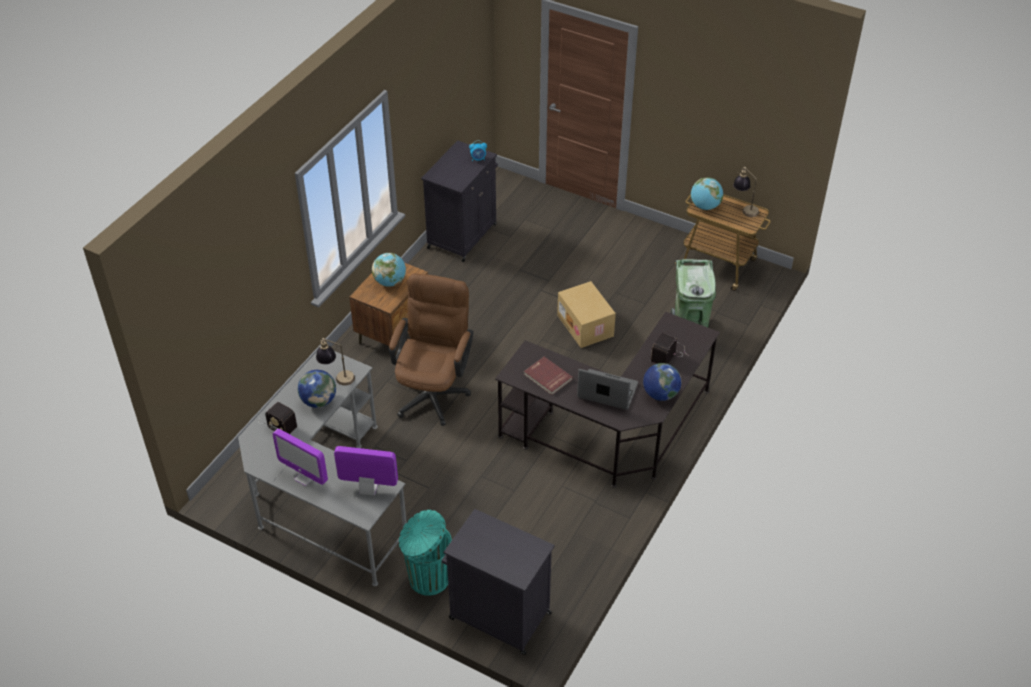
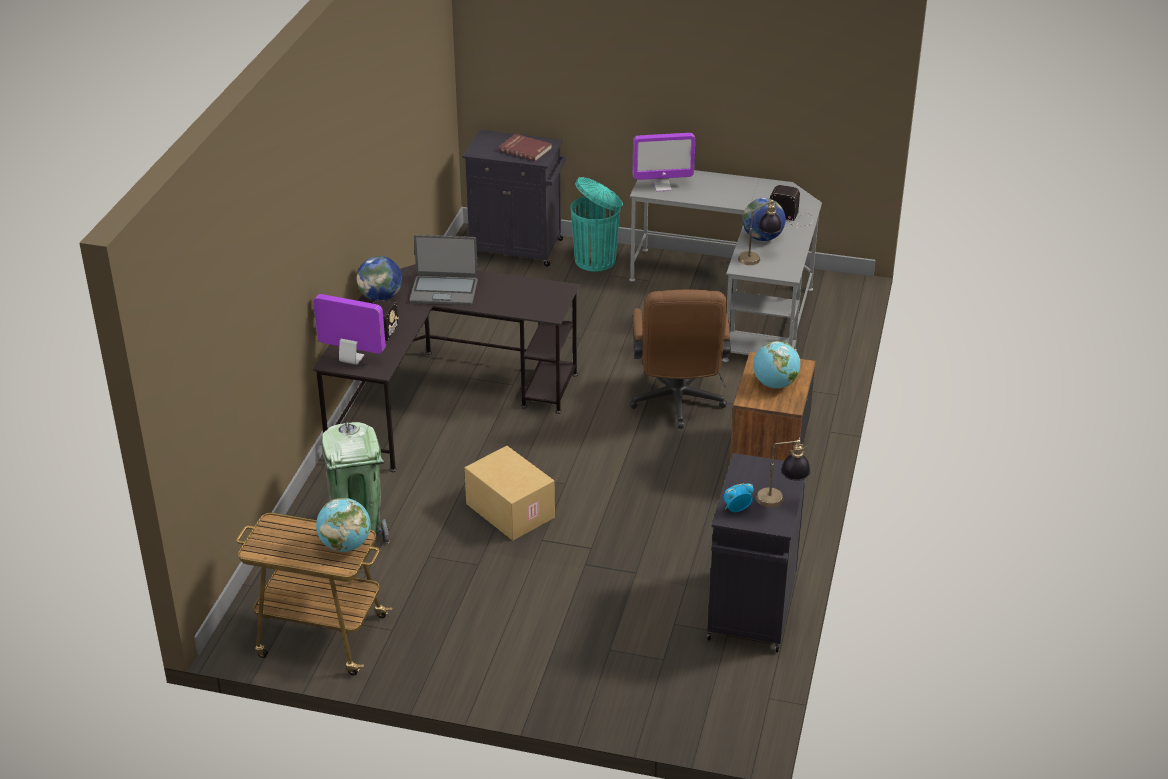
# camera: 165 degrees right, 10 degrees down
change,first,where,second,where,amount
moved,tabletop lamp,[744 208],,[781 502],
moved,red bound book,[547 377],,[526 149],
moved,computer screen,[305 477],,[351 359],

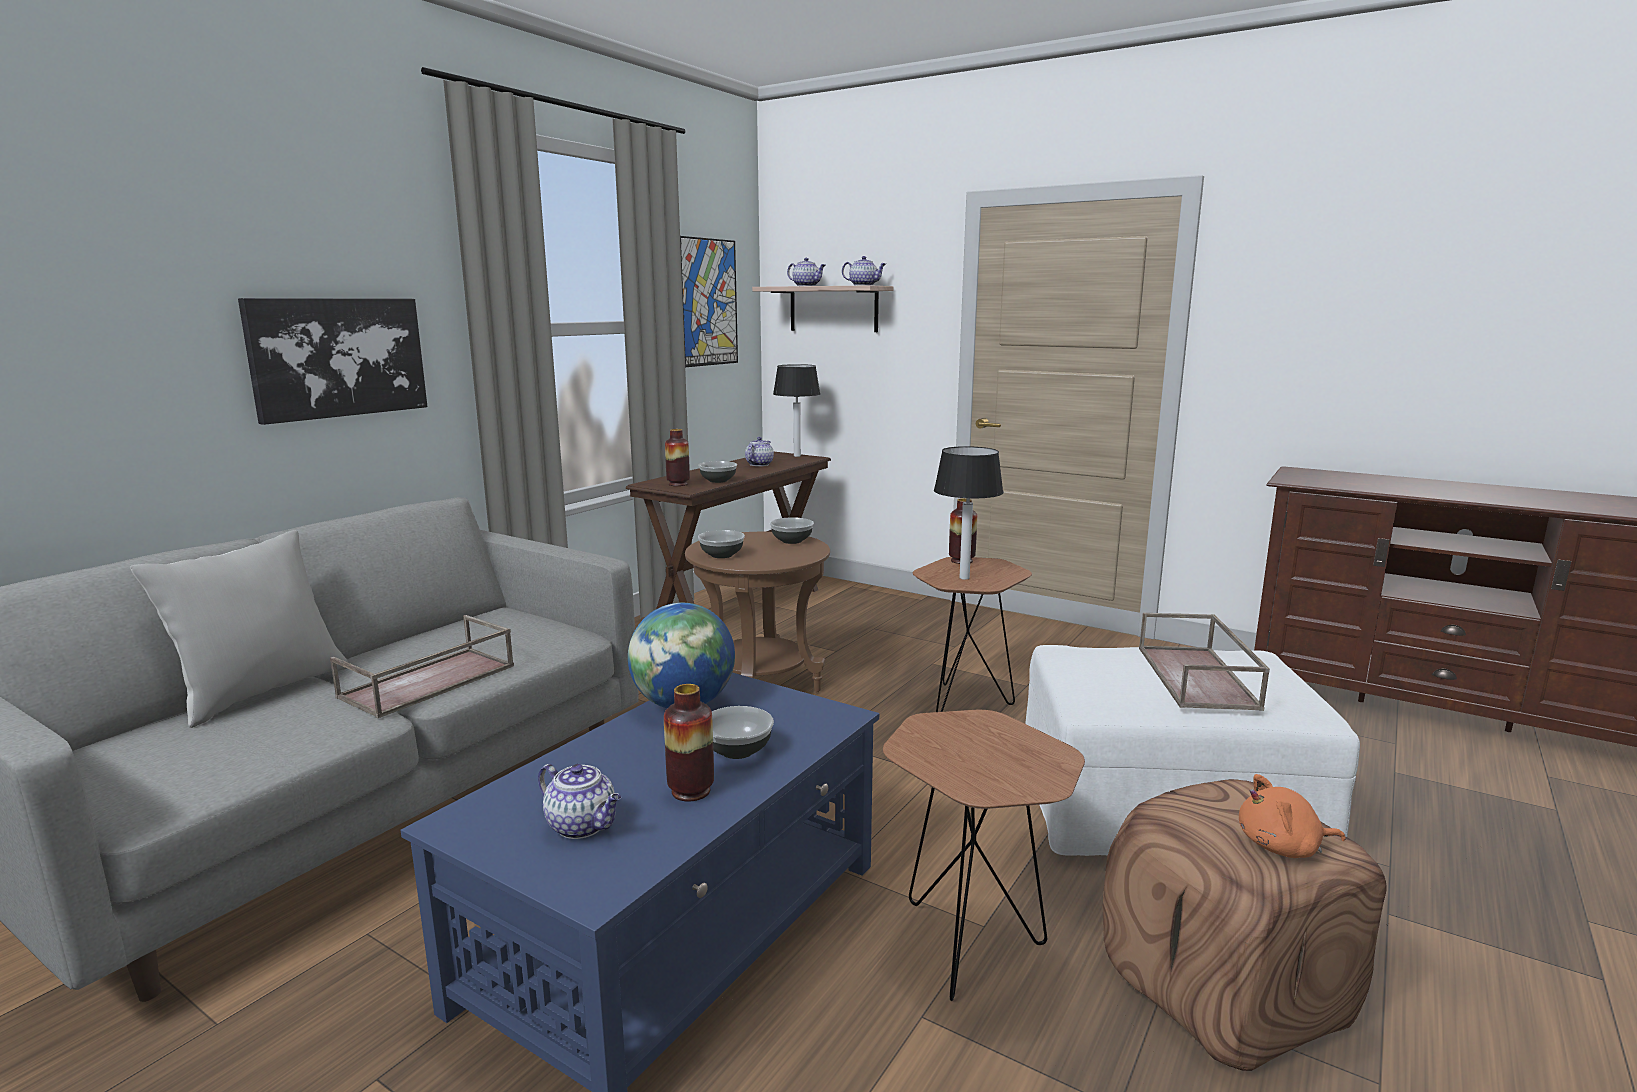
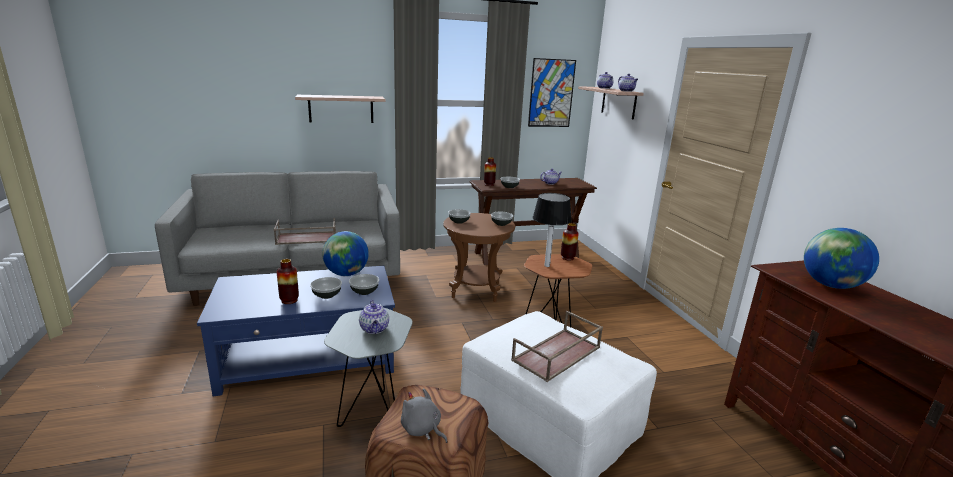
# camera: 40 degrees right, 5 degrees up
change,first,where,second,where,amount
replaced,wall art,[338 357],wall shelf,[341 109],
removed,tabletop lamp,[797 456],,,
removed,grey pillow,[261 692],,,
recoloured,brown end table,[971 950],grey end table,[373 418],
moved,pot for tea,[583 826],,[374 329],
recoloured,orangey plush toy,[1283 847],grey plush toy,[422 429],
added,,,world globe,[830 285],
added,,,bowl,[364 291],

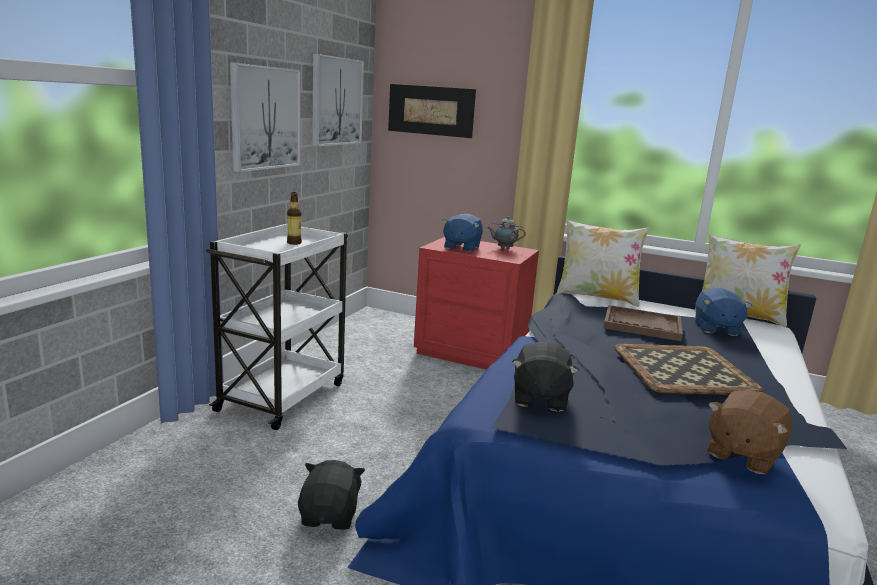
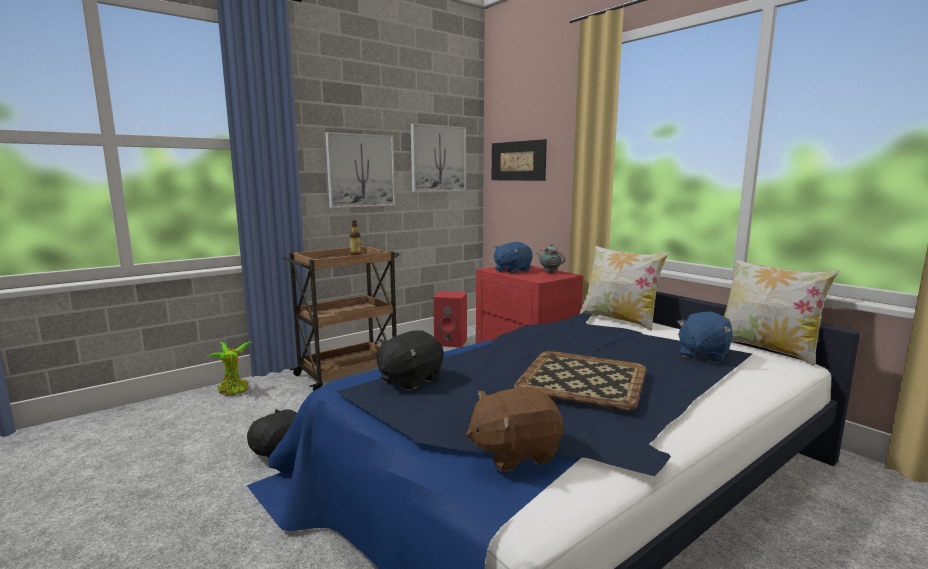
# camera: 30 degrees right, 5 degrees down
change,first,where,second,where,amount
recoloured,whitish wheeled cart,[283 395],brown wheeled cart,[348 373],
removed,brown serving tray,[641 325],,,
added,,,red speaker,[451 342],
added,,,houseplant,[234 391],

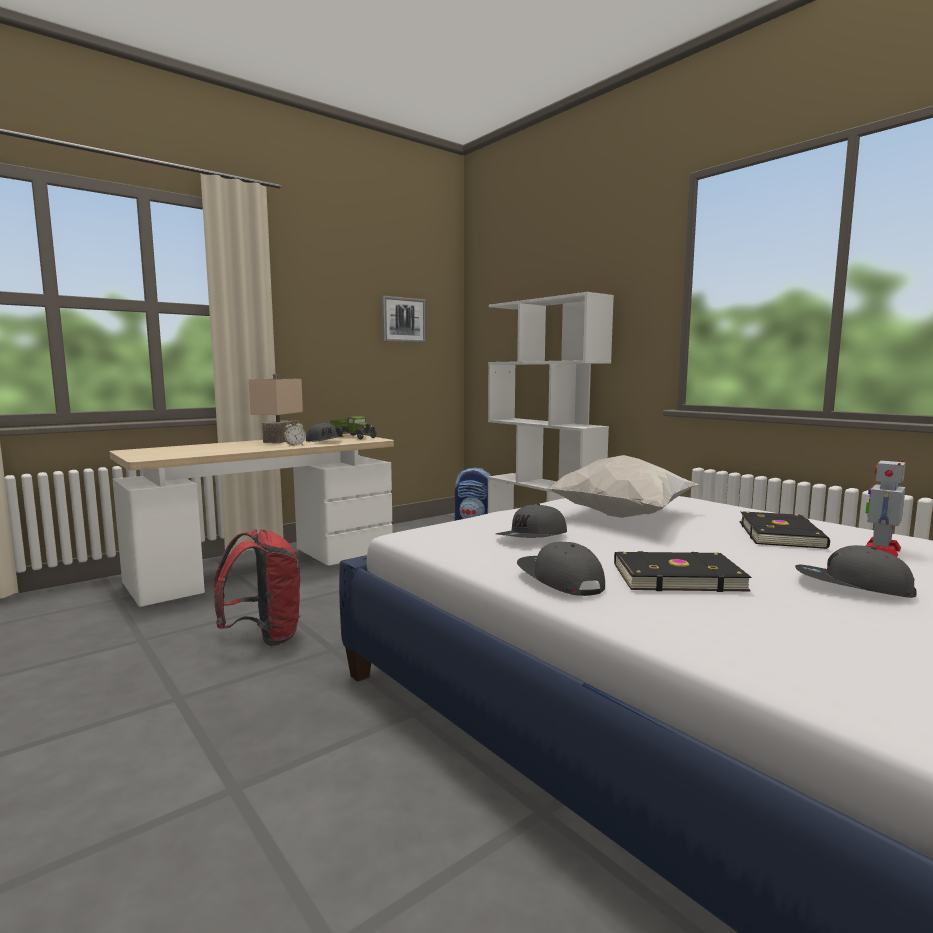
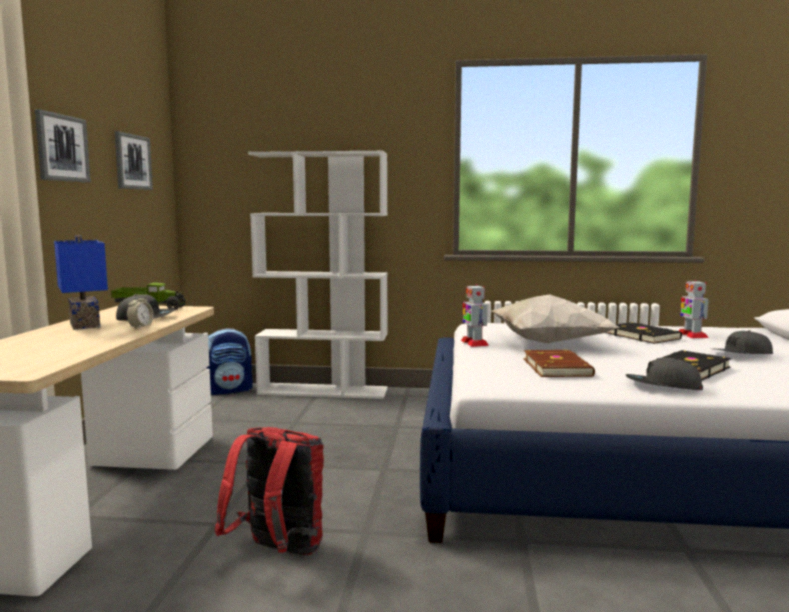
# camera: 45 degrees left, 0 degrees up
change,first,where,second,where,amount
recoloured,beige tabletop lamp,[277 441],blue-coloured tabletop lamp,[82 325],
replaced,grey peaked cap,[532 537],brown bound book,[558 367],
added,,,wall art,[62 148],
added,,,robot figure,[474 343],

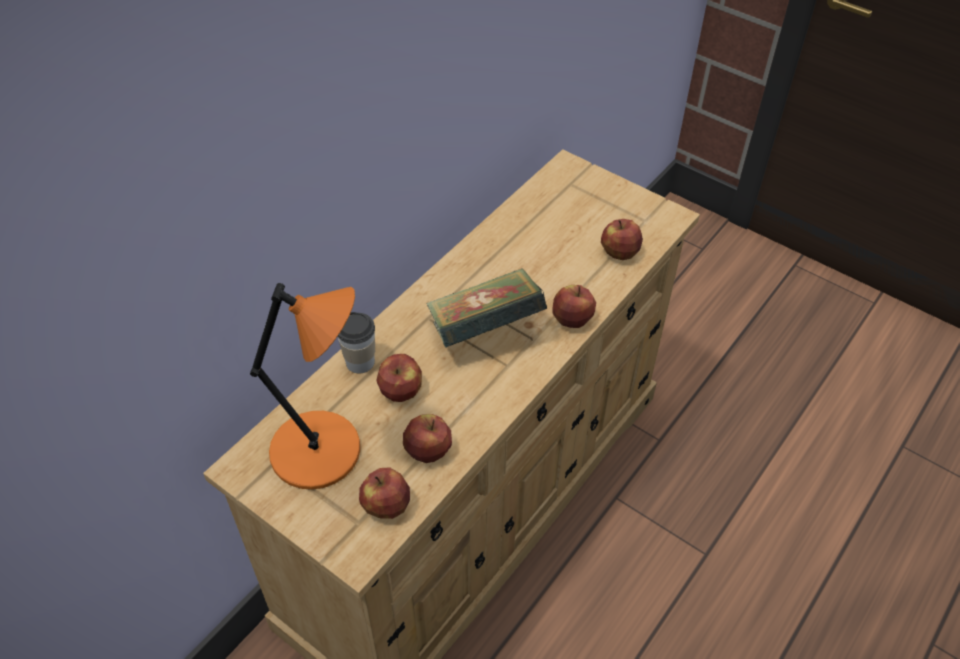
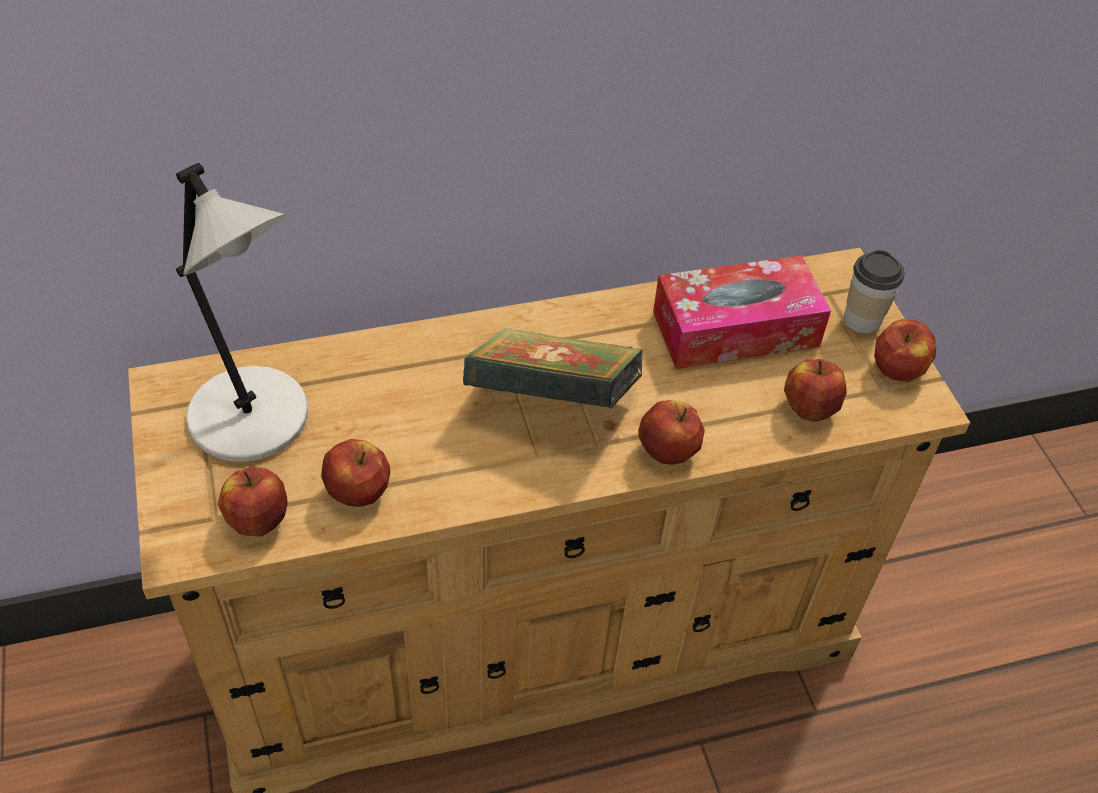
# camera: 35 degrees right, 0 degrees up
change,first,where,second,where,amount
recoloured,orangey tabletop lamp,[321 451],grey tabletop lamp,[253 420],
moved,drinking cup,[360 362],,[862 320],
moved,apple fruit,[401 390],,[898 369],
added,,,box of tissues,[735 329],

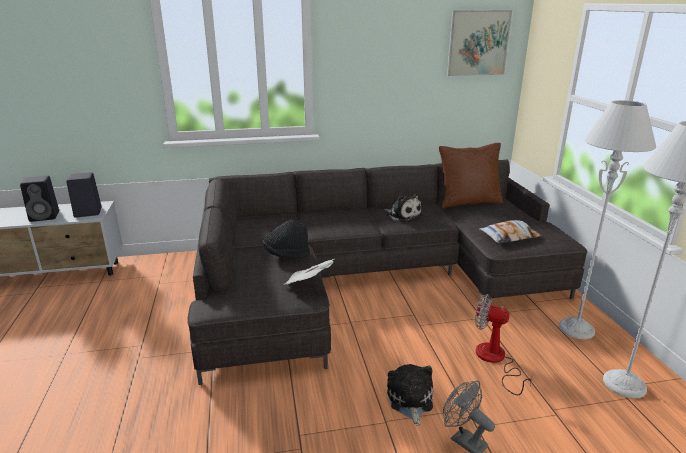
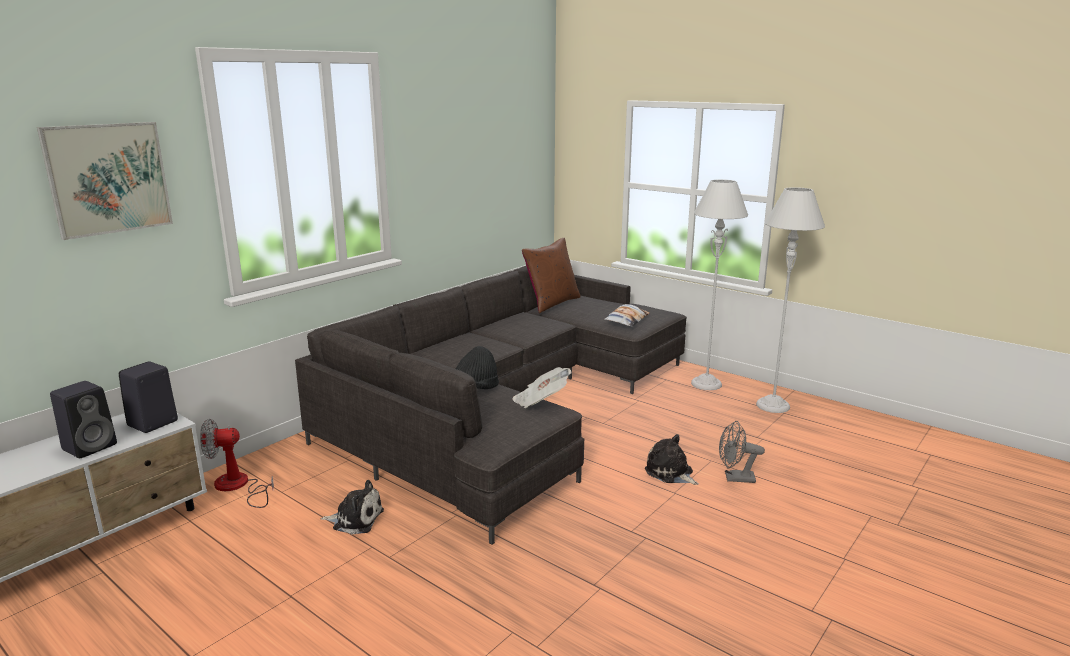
# camera: 40 degrees left, 5 degrees down
change,first,where,second,where,amount
moved,wall art,[478 43],,[108 178],
moved,plush toy,[402 215],,[355 519],
moved,electric fan,[495 360],,[238 487],

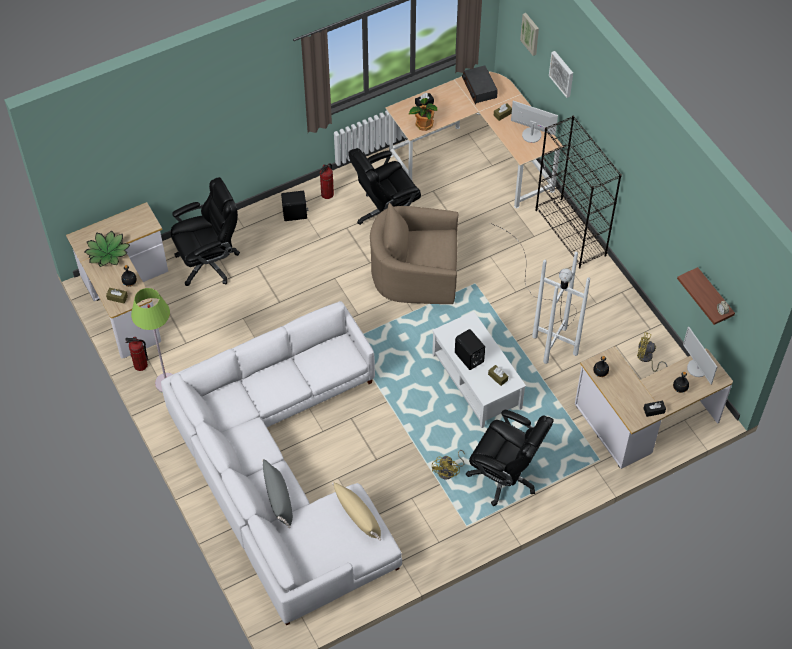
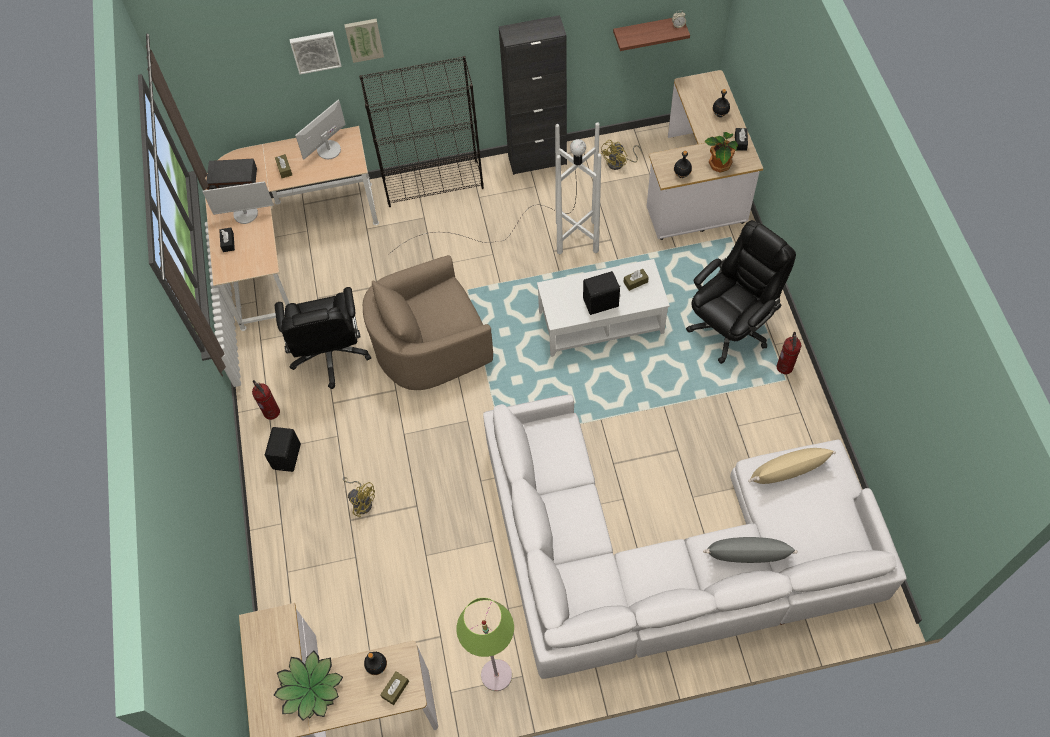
# camera: 70 degrees left, 5 degrees up
change,first,where,second,where,amount
moved,wall art,[530 33],,[364 39],
moved,houseplant,[423 124],,[719 165],
removed,black-coloured computer chair,[209 262],,,
turned,beige easy chair,[415 273],,[430 345],45 degrees clockwise
moved,computer screen,[697 368],,[246 214],
moved,fire extinguisher,[140 365],,[785 367],
moved,yellow-coloured electric fan,[449 471],,[362 501],
added,,,black-coloured cabinet,[537 160],

